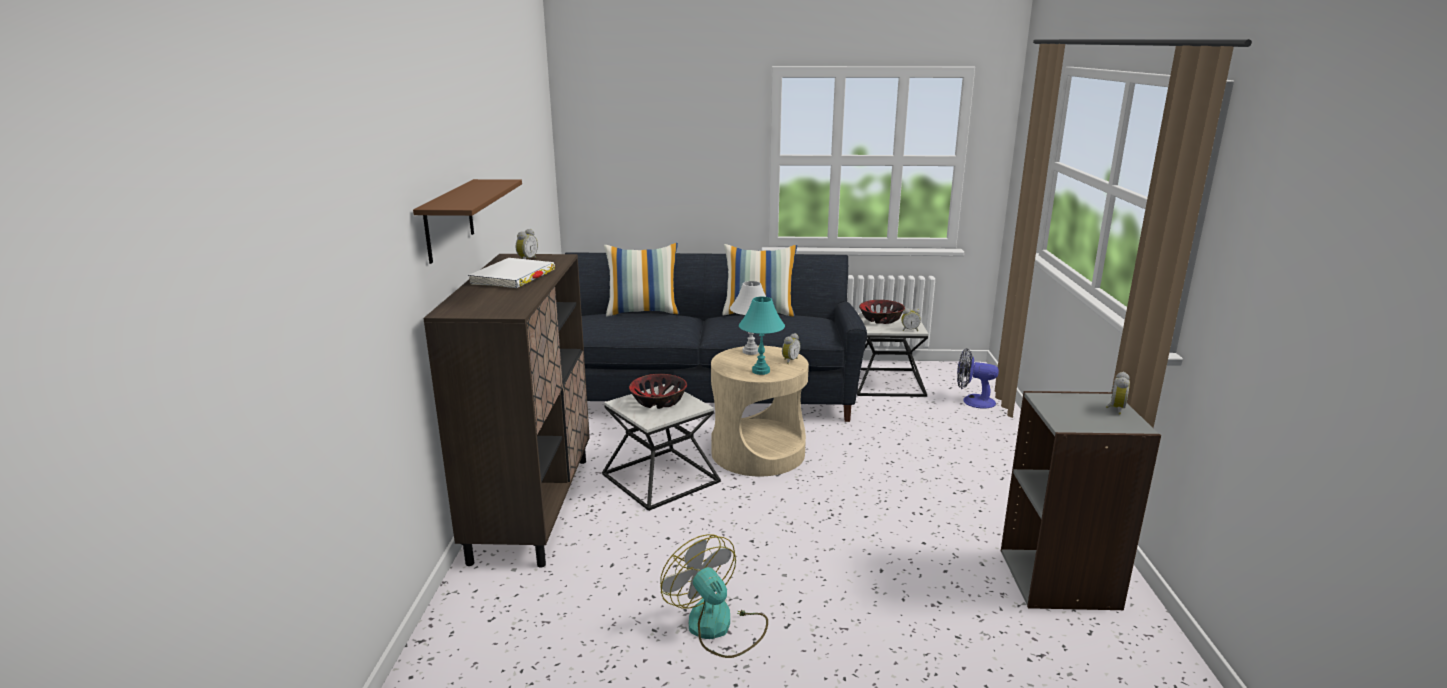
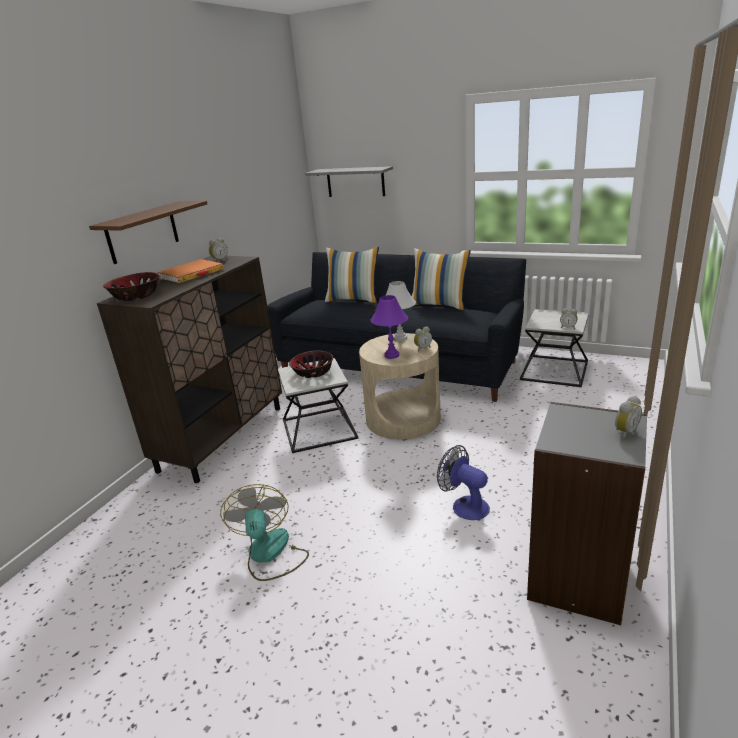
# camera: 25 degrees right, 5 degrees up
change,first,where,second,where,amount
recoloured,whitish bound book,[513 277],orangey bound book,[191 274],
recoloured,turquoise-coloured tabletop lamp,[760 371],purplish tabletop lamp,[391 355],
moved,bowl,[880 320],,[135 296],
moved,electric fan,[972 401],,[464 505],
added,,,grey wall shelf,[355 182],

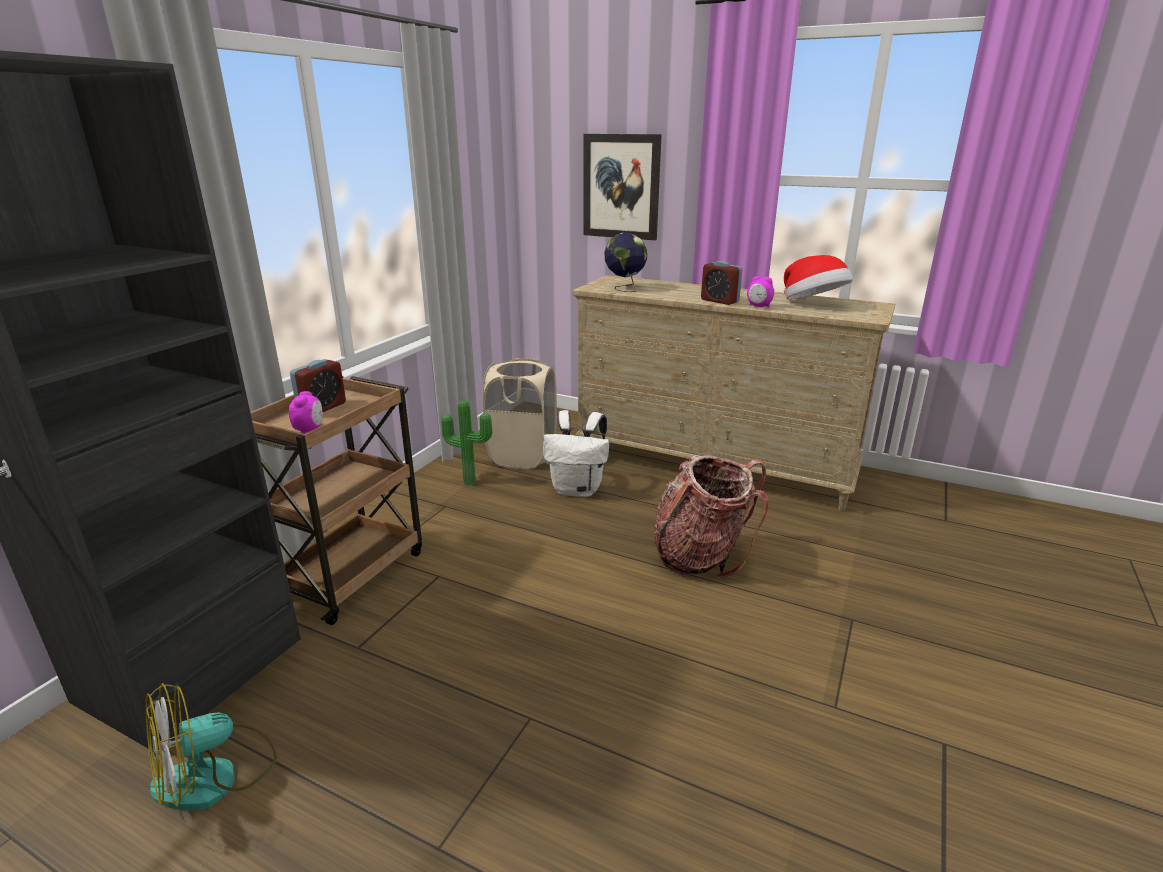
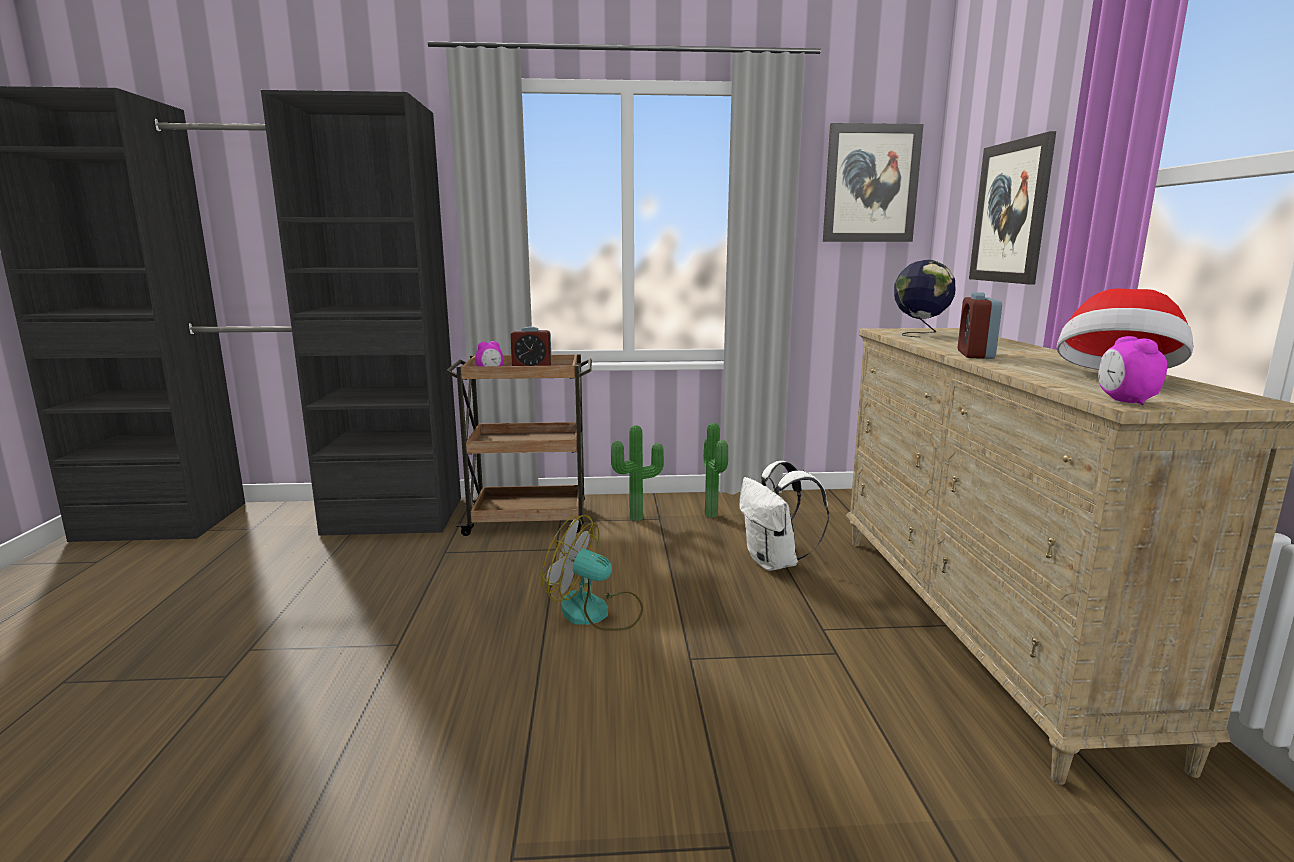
# camera: 60 degrees right, 10 degrees down
change,first,where,second,where,amount
moved,table clock,[759 306],,[1125 401],
removed,beige washing basket,[523 456],,,
removed,rucksack,[701 555],,,
moved,electric fan,[215 775],,[596 612],
added,,,wall art,[871 184],
added,,,houseplant,[638 519],

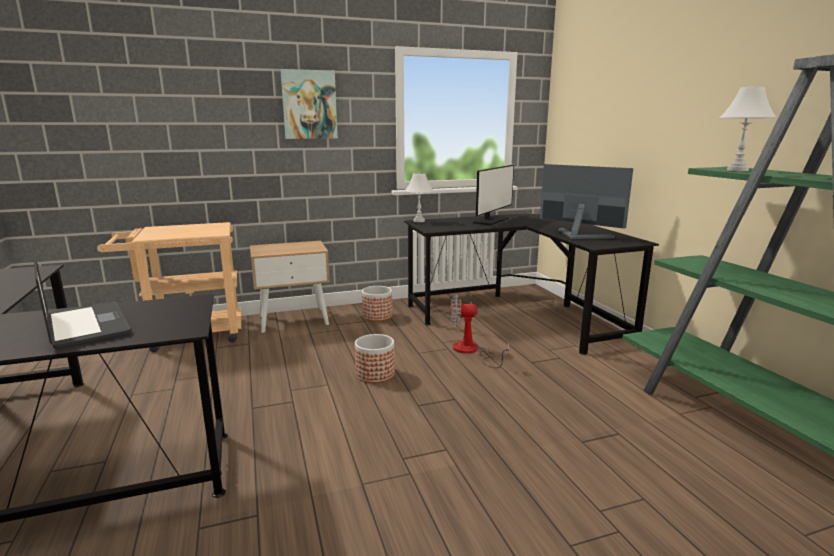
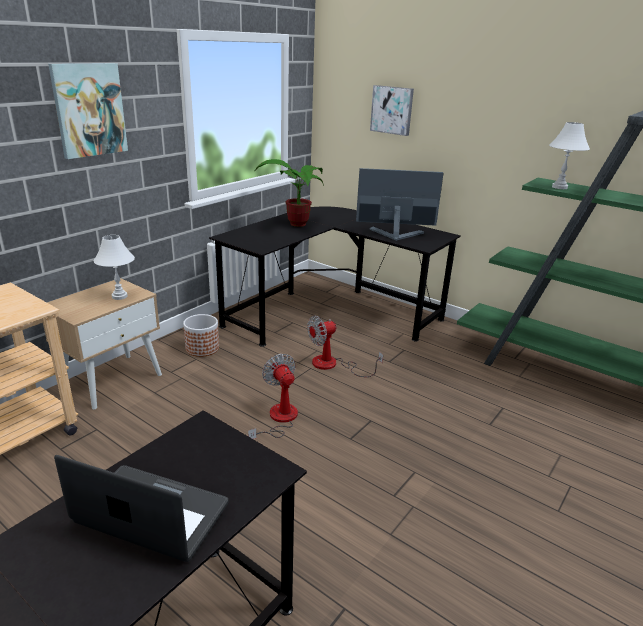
# camera: 35 degrees left, 10 degrees up
change,first,where,second,where,amount
replaced,computer screen,[490 221],houseplant,[294 224],
moved,whitish tabletop lamp,[419 221],,[119 296],
replaced,plant pot,[375 374],electric fan,[278 420],
added,,,wall art,[392 110],

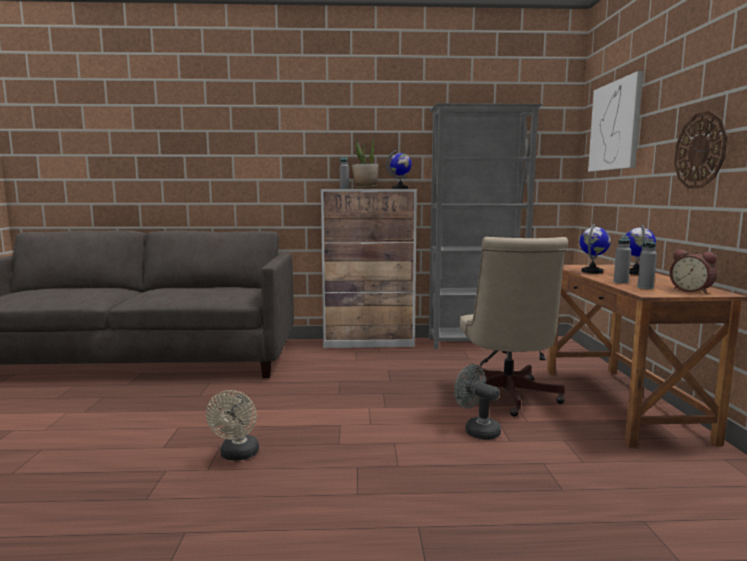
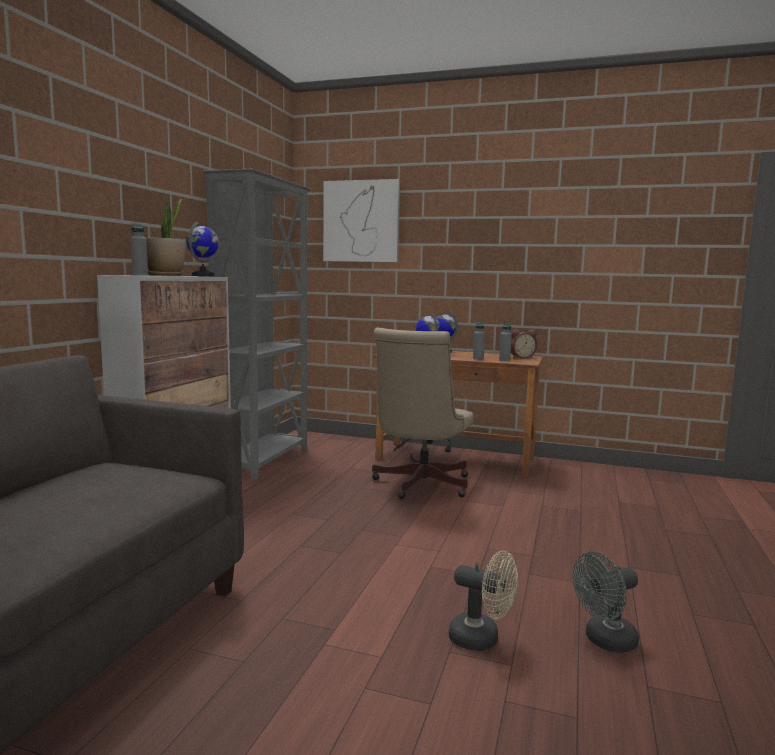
# camera: 70 degrees left, 0 degrees up
change,first,where,second,where,amount
removed,wall clock,[700 150],,,
turned,beige computer chair,[507 397],,[419 485],90 degrees clockwise
moved,grey electric fan,[477 430],,[604 641],

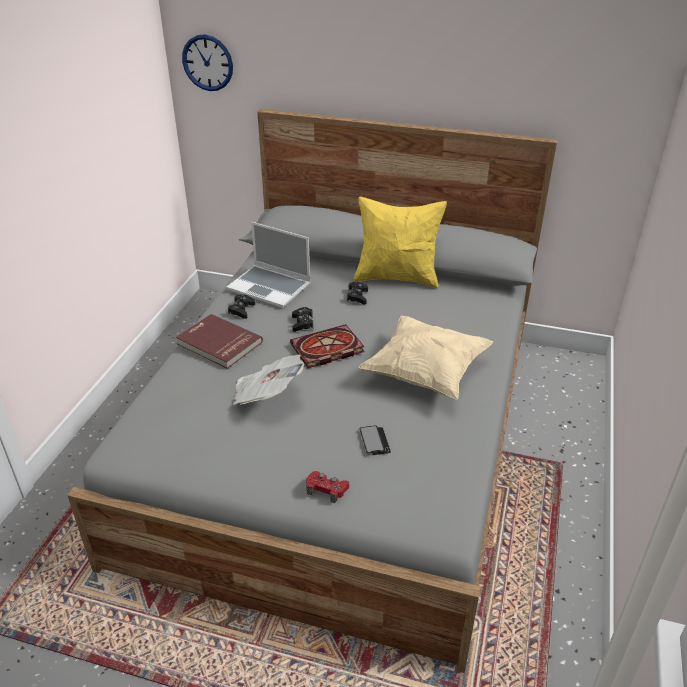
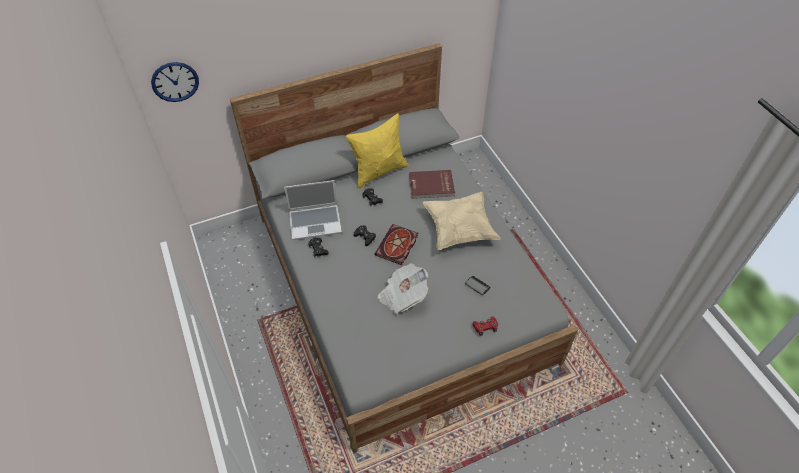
# camera: 40 degrees left, 15 degrees up
change,first,where,second,where,amount
moved,red bound book,[218 344],,[431 186],

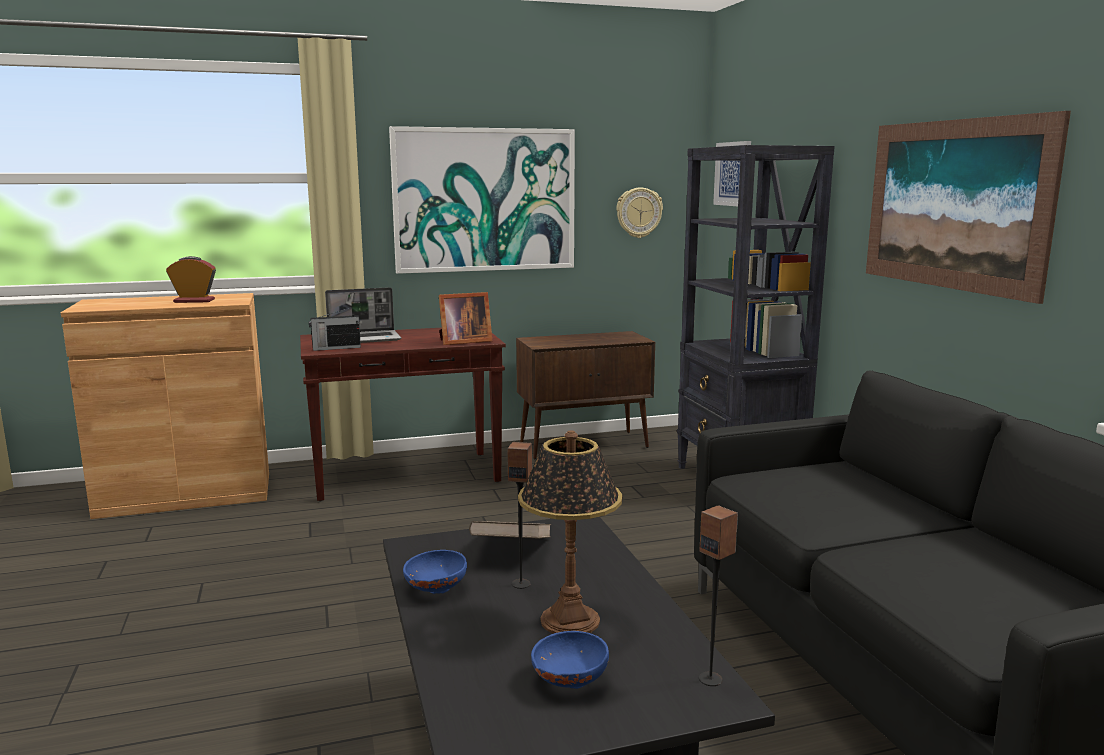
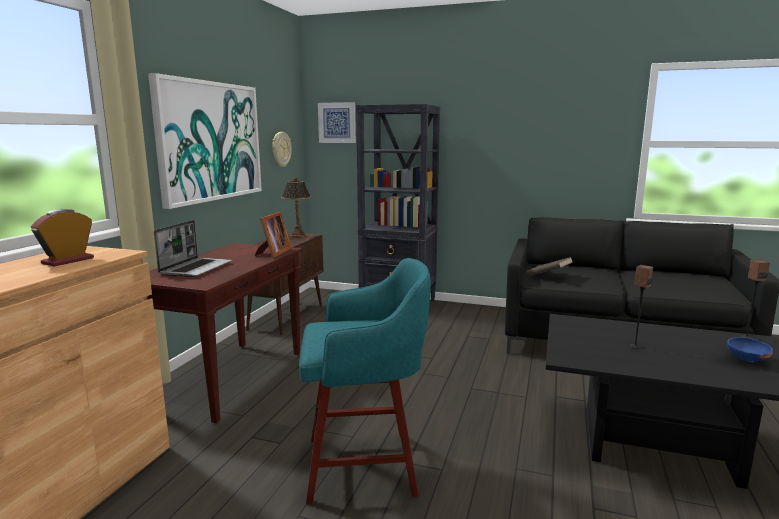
# camera: 55 degrees left, 0 degrees up
change,first,where,second,where,amount
removed,wall art,[954 204],,,
removed,radio set,[335 348],,,
moved,tabletop lamp,[569 620],,[298 236],
moved,brown bound book,[512 551],,[548 276],
removed,blue-coloured bowl,[434 589],,,
added,,,turquoise-coloured stool,[365 465],

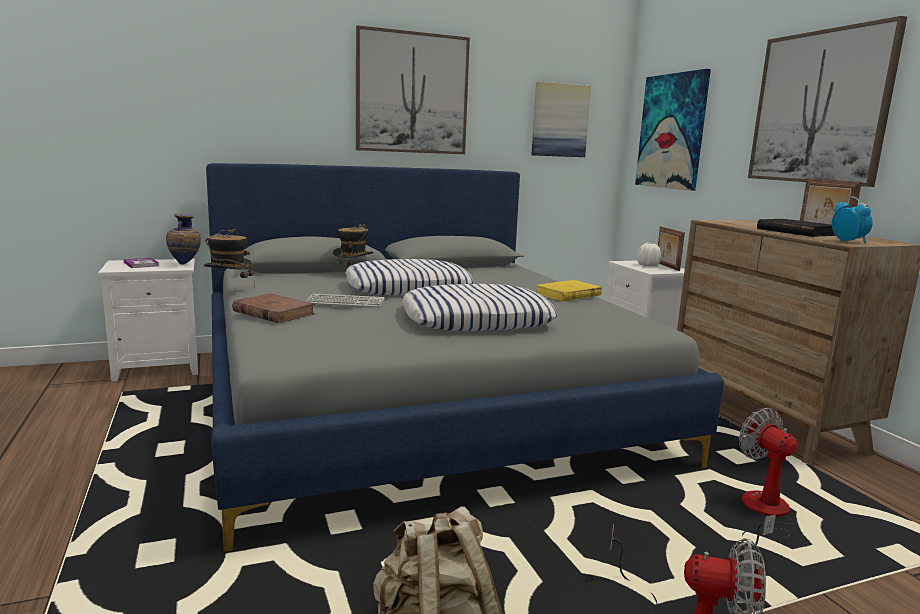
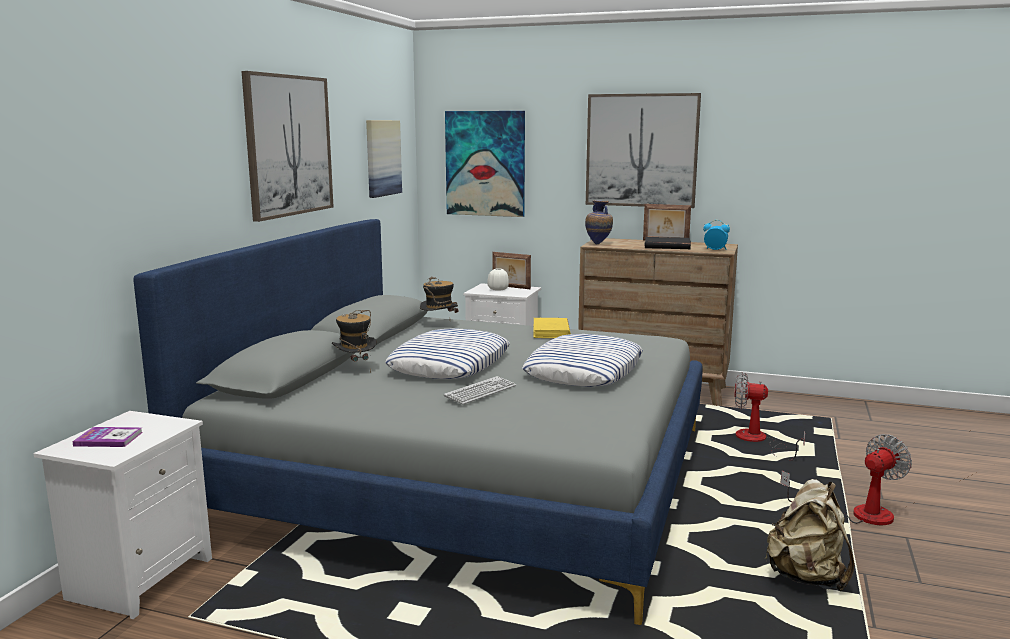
# camera: 50 degrees left, 0 degrees up
change,first,where,second,where,amount
moved,decorative vase,[185 264],,[598 244],
moved,wearable hat,[229 289],,[439 325],
removed,brown bound book,[273 313],,,

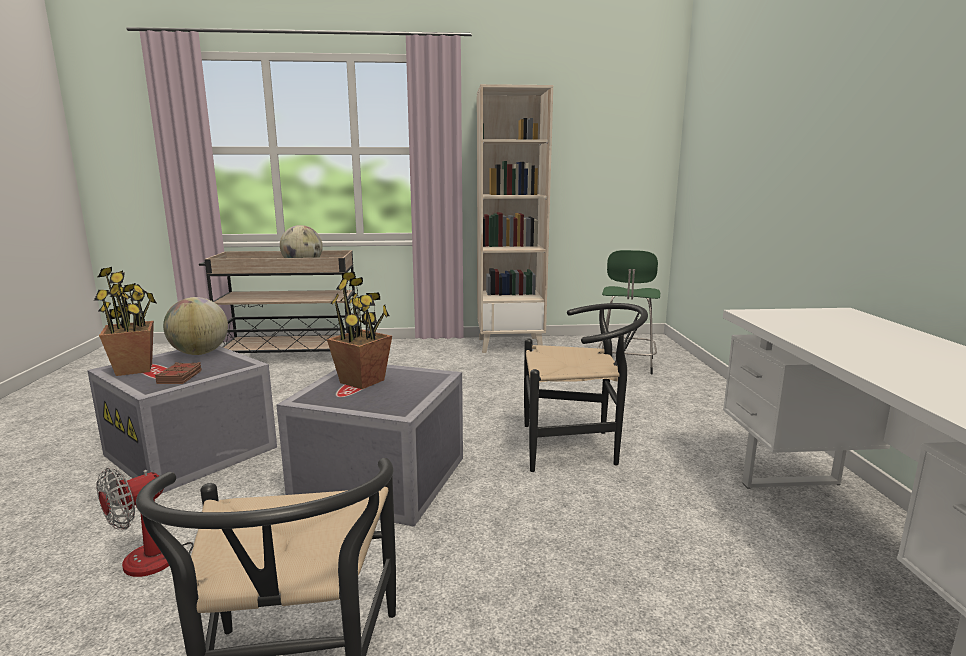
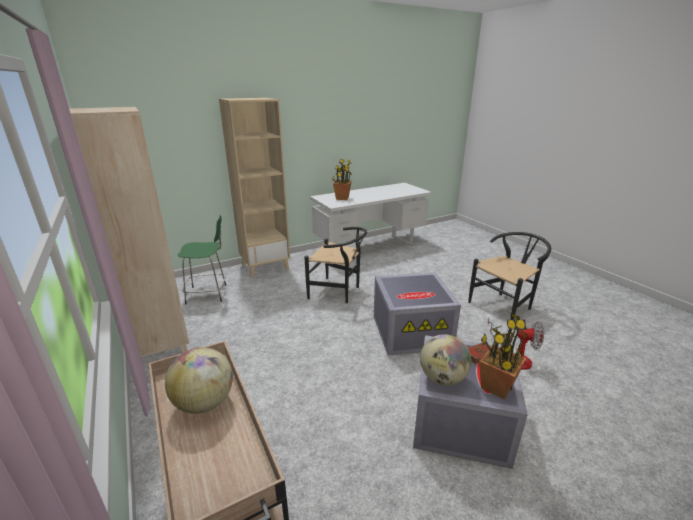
# camera: 115 degrees left, 10 degrees up
change,first,where,second,where,amount
moved,houseplant,[362 381],,[342 198],
turned,black-coloured plain chair,[577 447],,[338 292],135 degrees clockwise
added,,,beige shelving unit,[265 267],

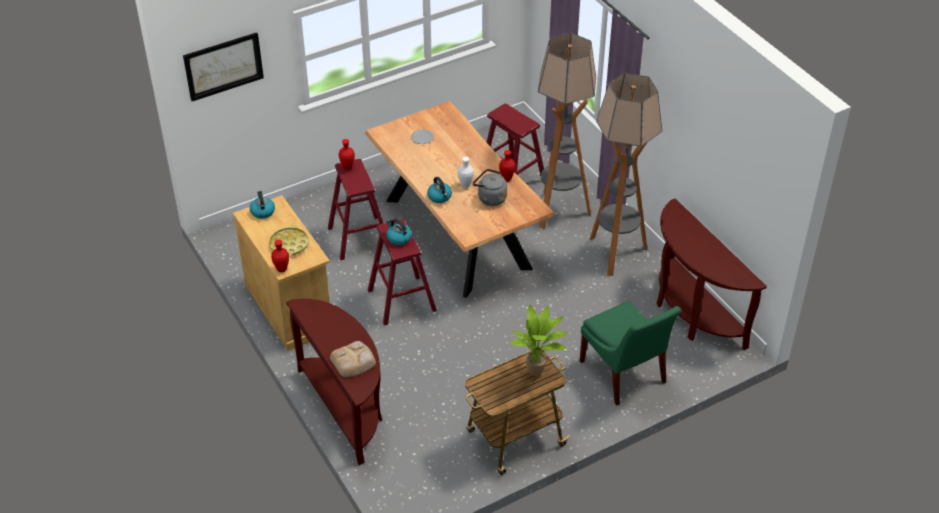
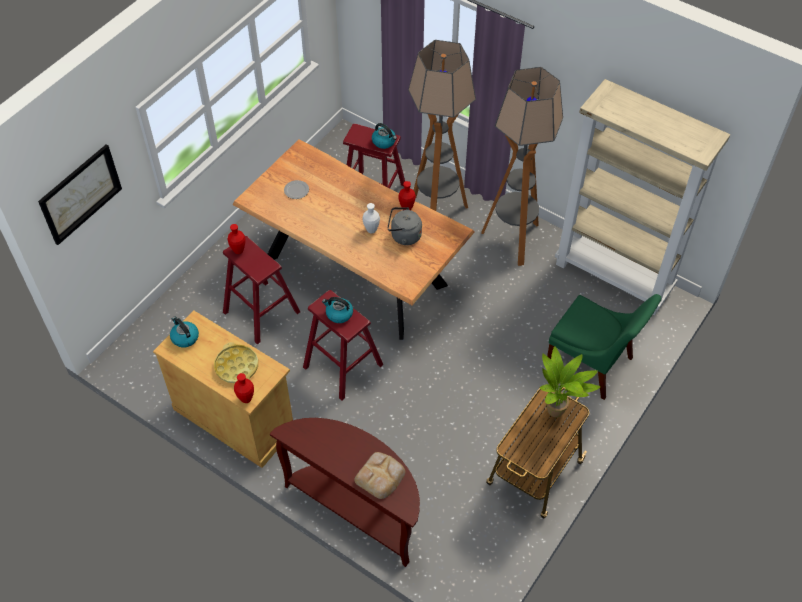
# camera: 25 degrees left, 10 degrees up
change,first,where,second,where,amount
moved,kettle,[440 197],,[384 142],
replaced,brown hall table,[692 313],beige shelving unit,[614 277],

